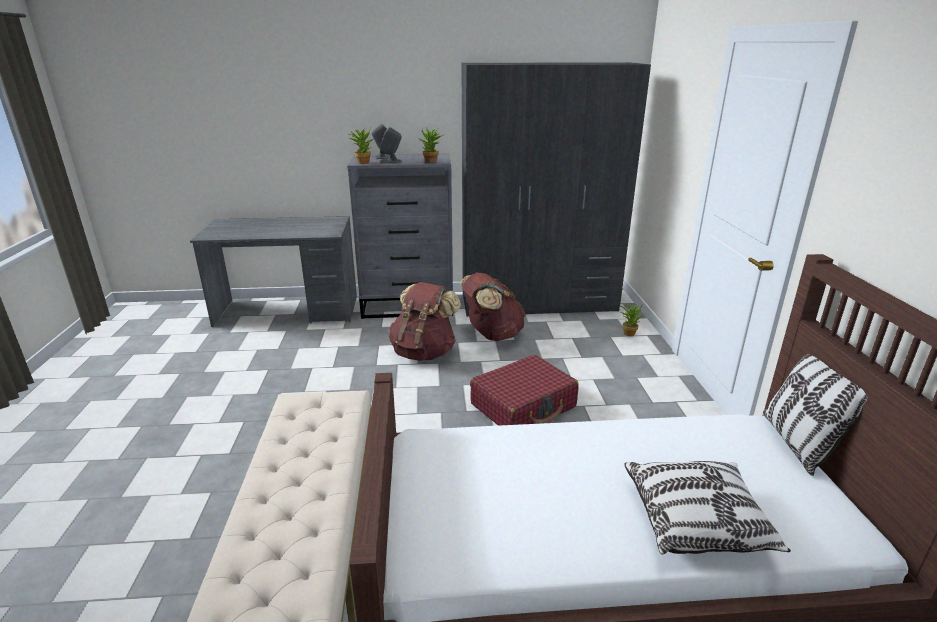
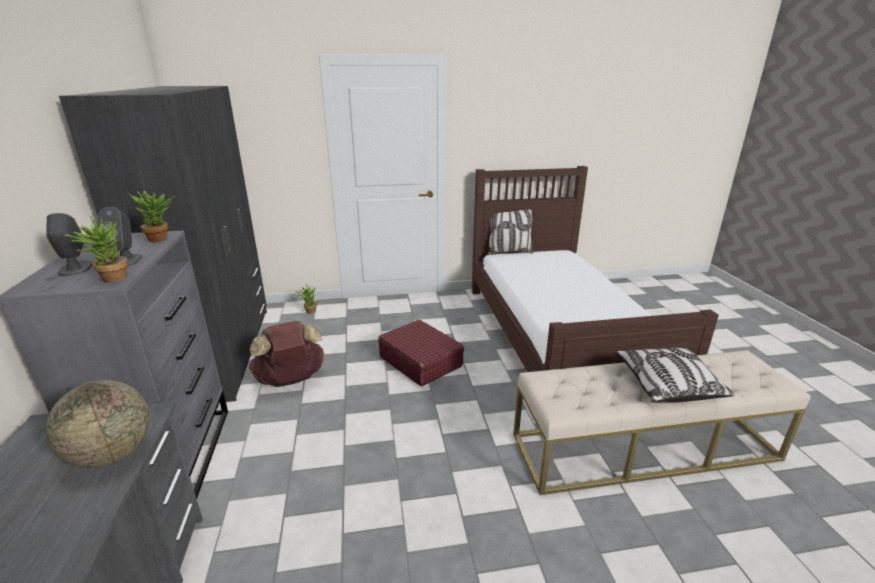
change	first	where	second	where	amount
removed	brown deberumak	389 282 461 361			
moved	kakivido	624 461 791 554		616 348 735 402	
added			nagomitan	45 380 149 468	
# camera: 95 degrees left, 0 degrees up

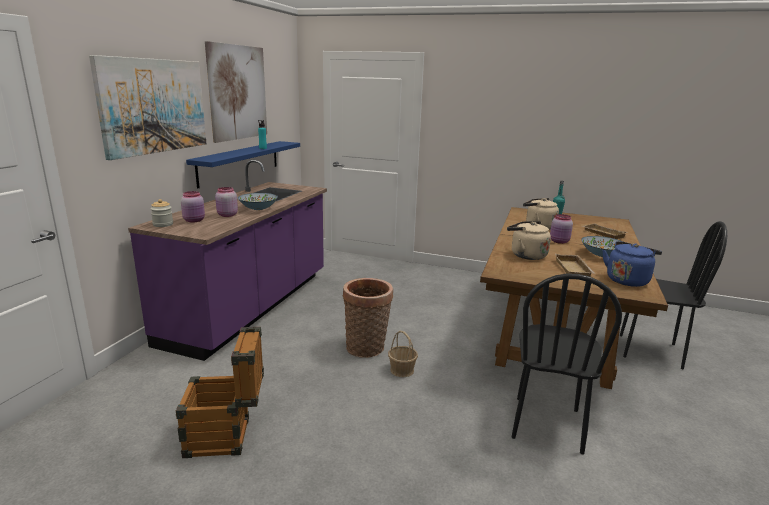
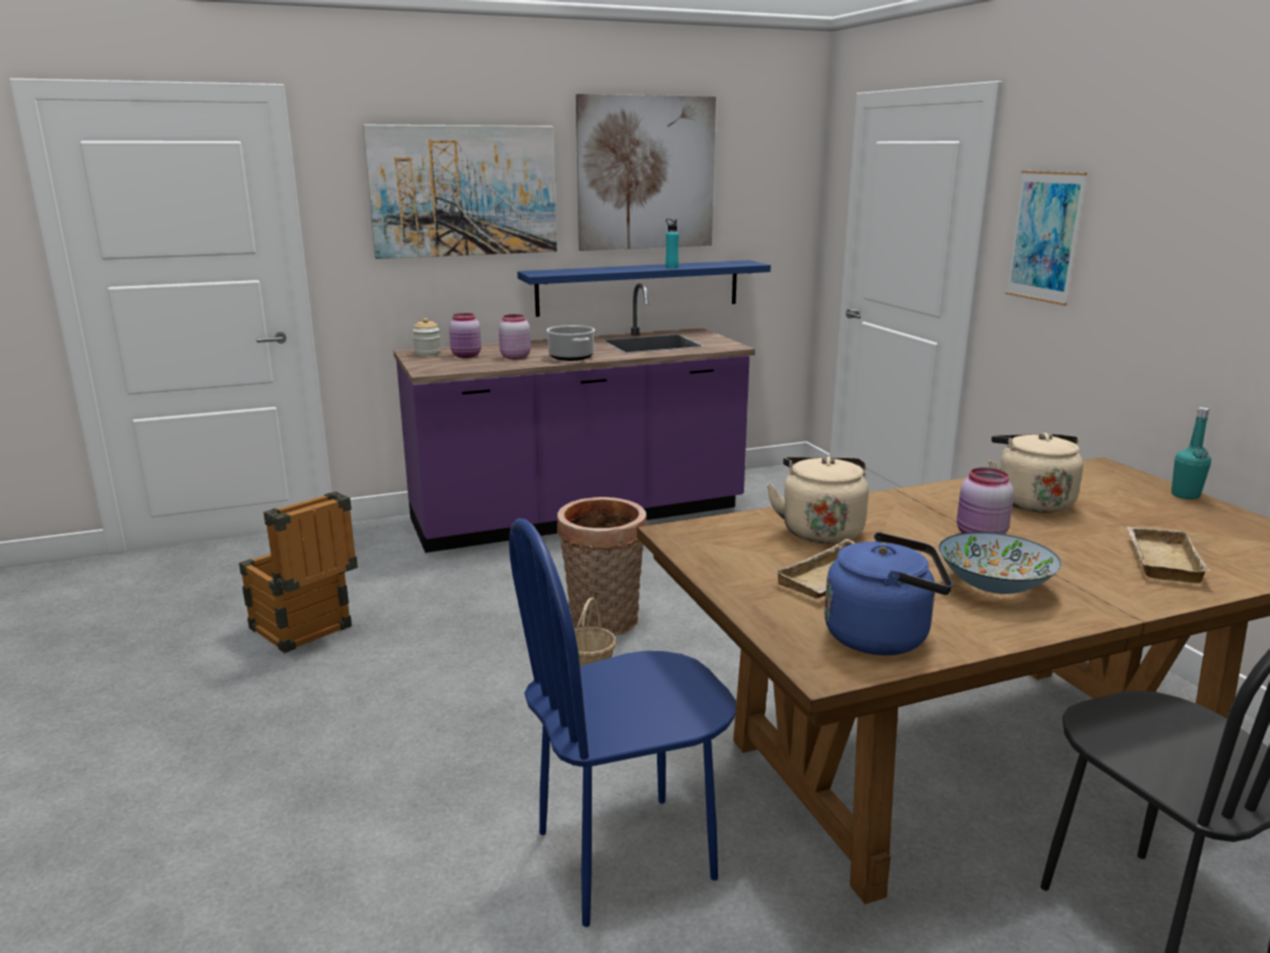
change	first	where	second	where	amount
replaced	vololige	238 193 278 210	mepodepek	546 325 595 361	
recoloured	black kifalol	512 273 622 454	blue kifalol	509 518 736 927	
added			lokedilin	1005 171 1087 306	
# camera: 50 degrees right, 0 degrees up

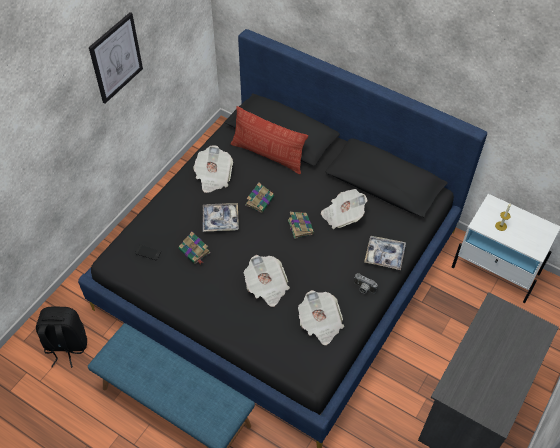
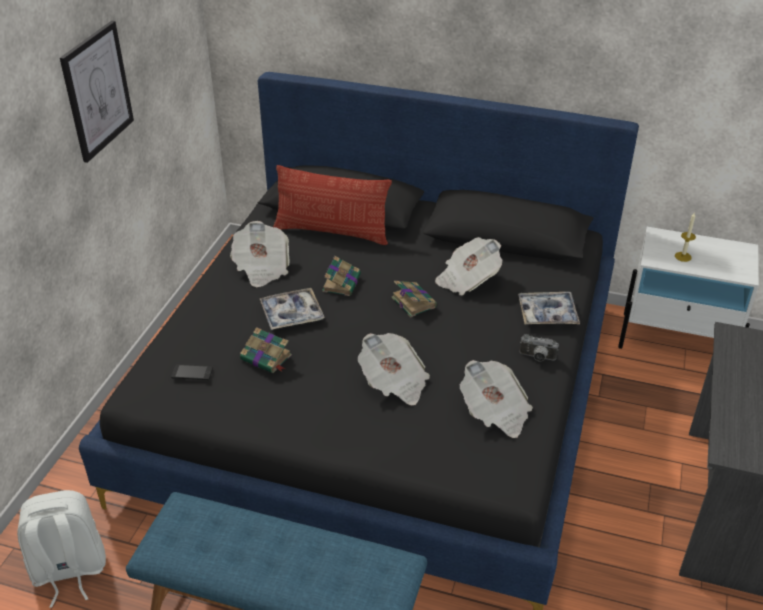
change	first	where	second	where	amount
recoloured	black deberumak	36 307 87 368	white deberumak	17 490 106 608	
# camera: 15 degrees left, 15 degrees down

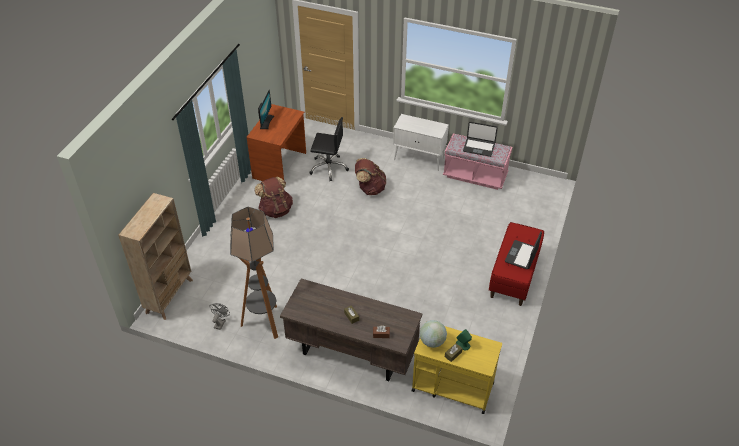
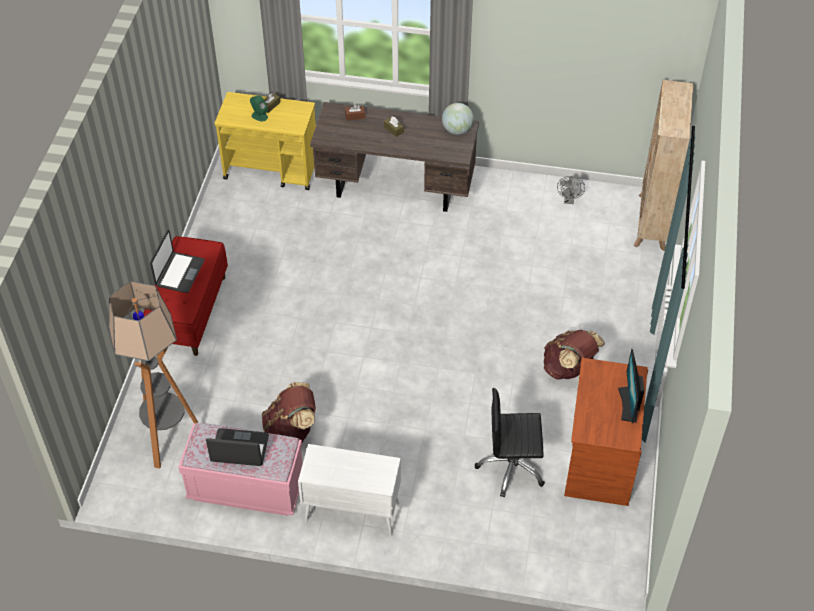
change	first	where	second	where	amount
moved	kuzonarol	230 207 278 339		109 281 199 469	
moved	brown deberumak	355 158 386 195		262 382 316 442	
moved	nagomitan	420 320 447 348		442 103 473 135	
# camera: 170 degrees right, 5 degrees up

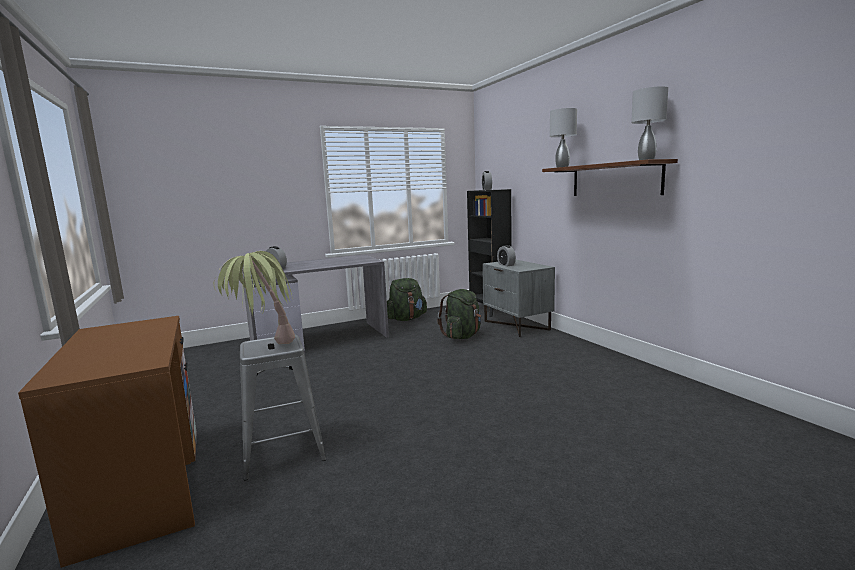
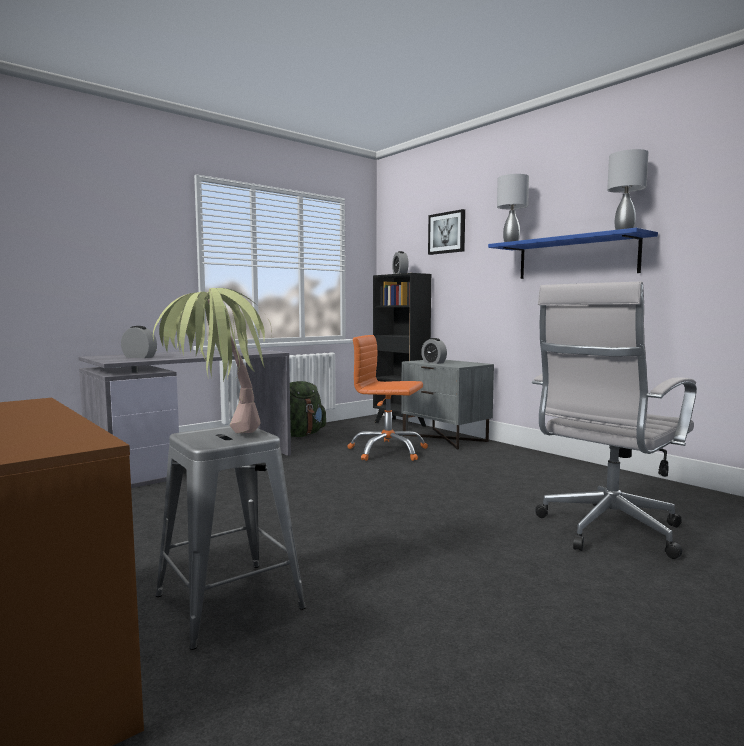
change	first	where	second	where	amount
replaced	green deberumak	437 289 481 339	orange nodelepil	347 335 428 461	
recoloured	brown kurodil	542 159 678 196	blue kurodil	488 228 658 279	
added			lokedilin	428 209 465 255	
added			white nodelepil	532 281 697 559	
# camera: 15 degrees left, 5 degrees down

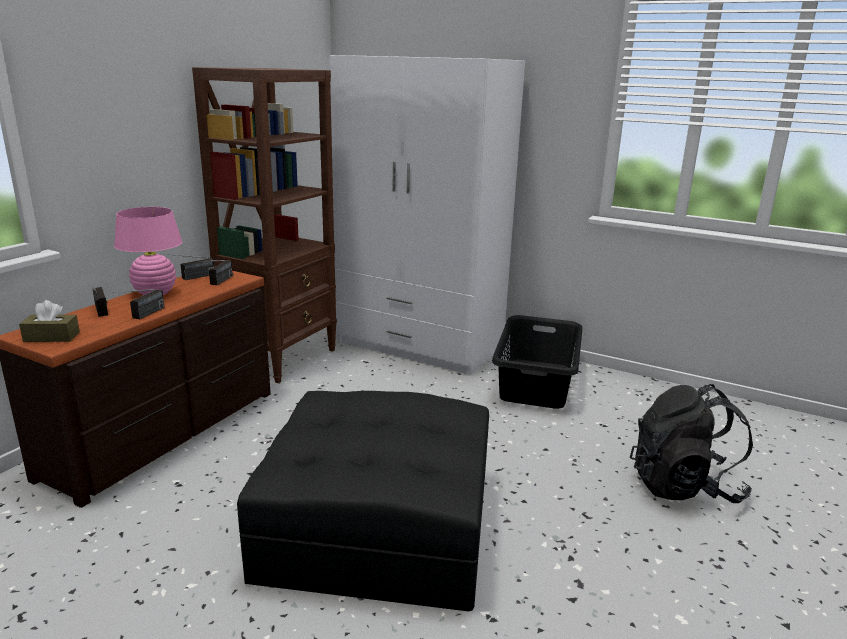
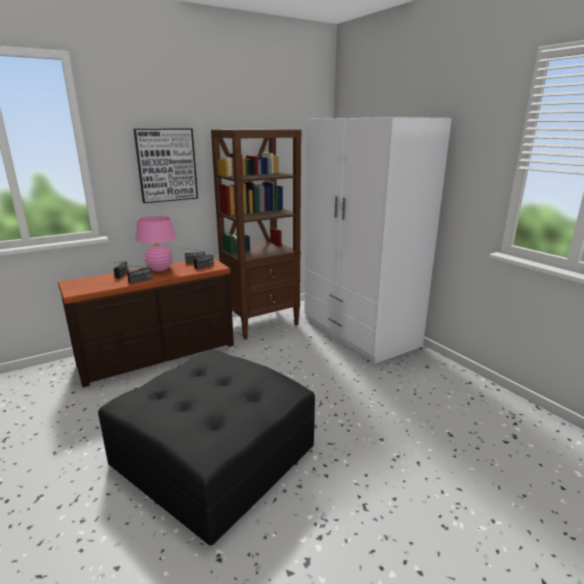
change	first	where	second	where	amount
removed	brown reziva	19 300 80 342			
removed	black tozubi	492 315 582 409			
removed	black deberumak	630 384 753 503			
added			lokedilin	133 128 198 203	
# camera: 30 degrees right, 0 degrees up

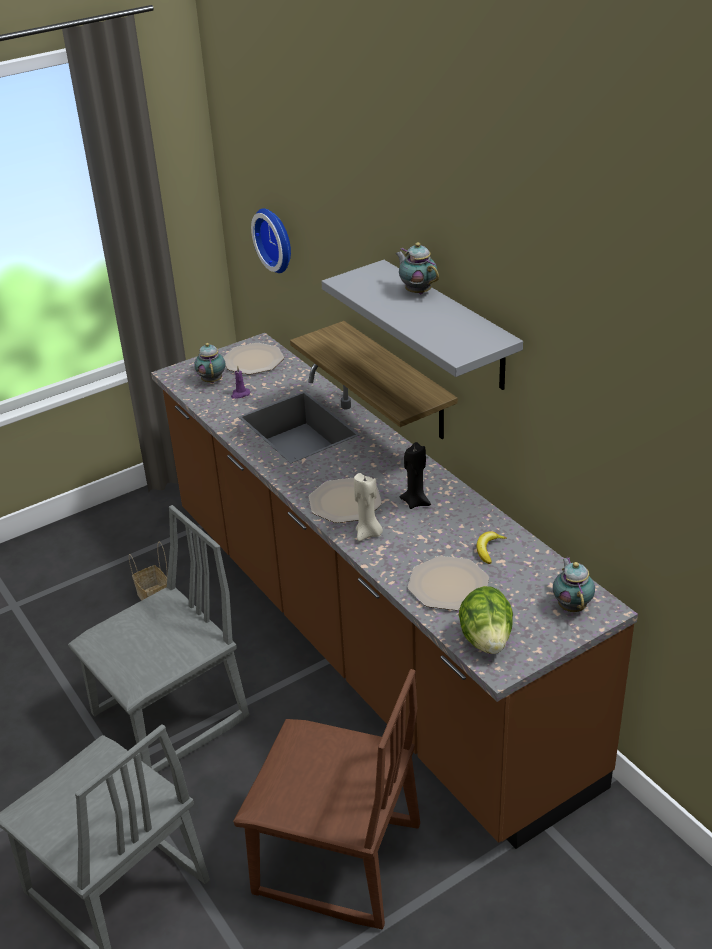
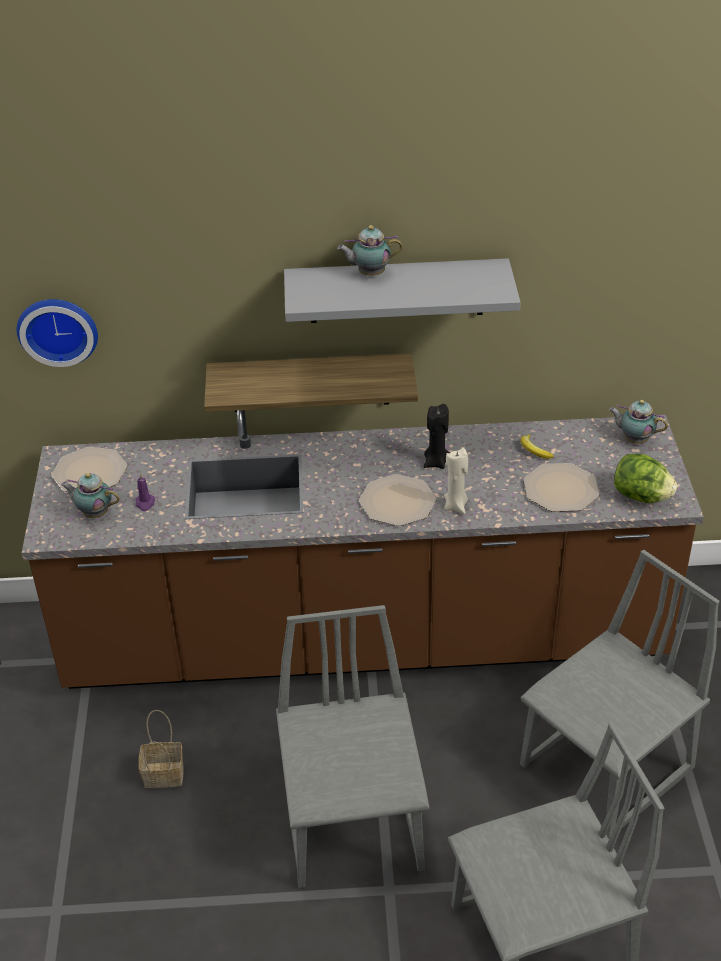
change	first	where	second	where	amount
recoloured	brown kifalol	233 669 420 930	grey kifalol	520 550 719 839	
# camera: 60 degrees left, 5 degrees up

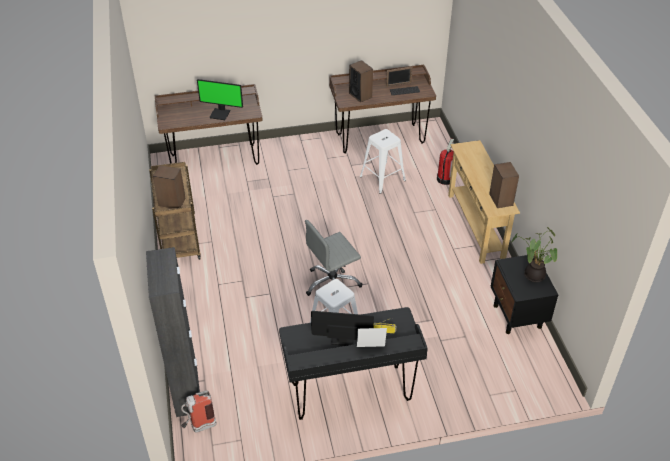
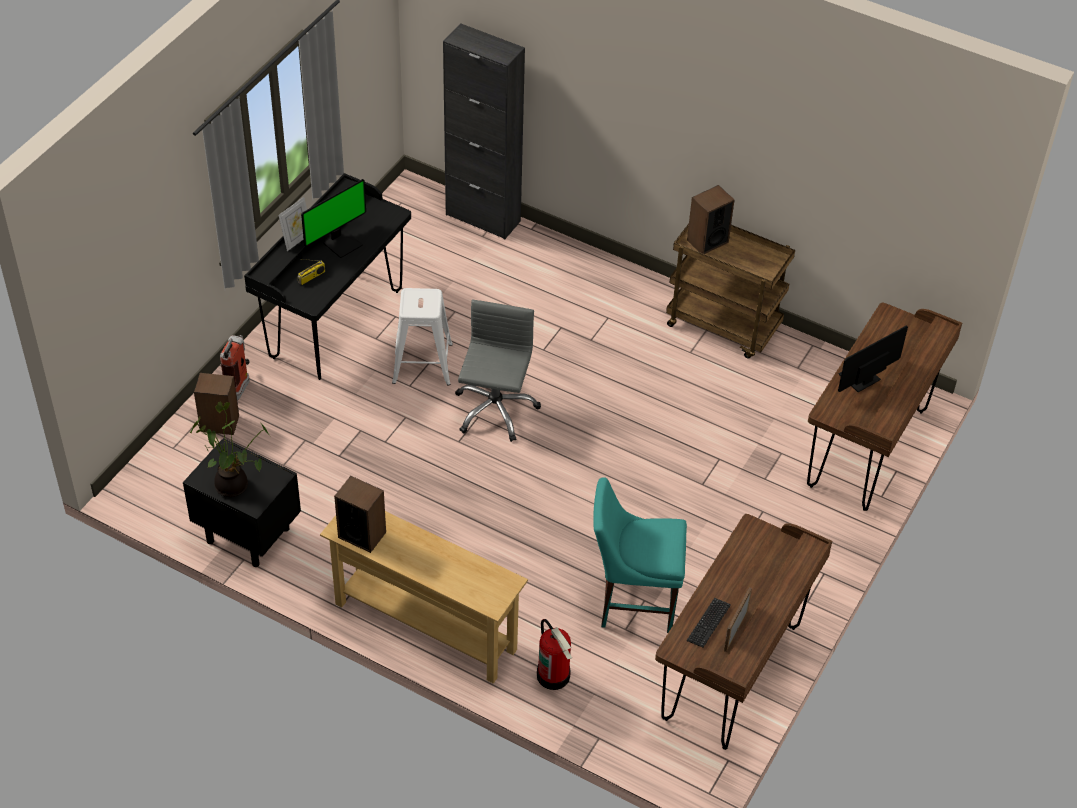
change	first	where	second	where	amount
moved	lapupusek	181 390 217 433		220 335 250 400	
moved	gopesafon	349 60 373 102		194 373 239 435	
replaced	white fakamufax	360 129 406 194	turquoise kifalol	593 478 687 633	
# camera: 130 degrees right, 5 degrees up

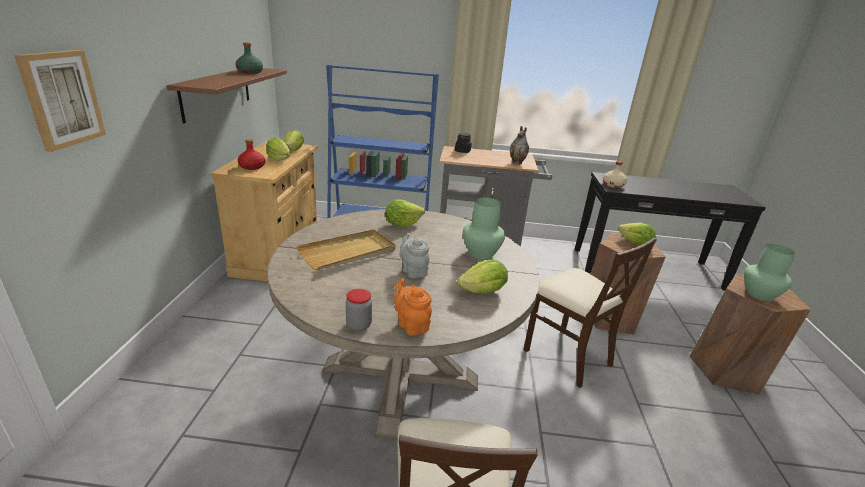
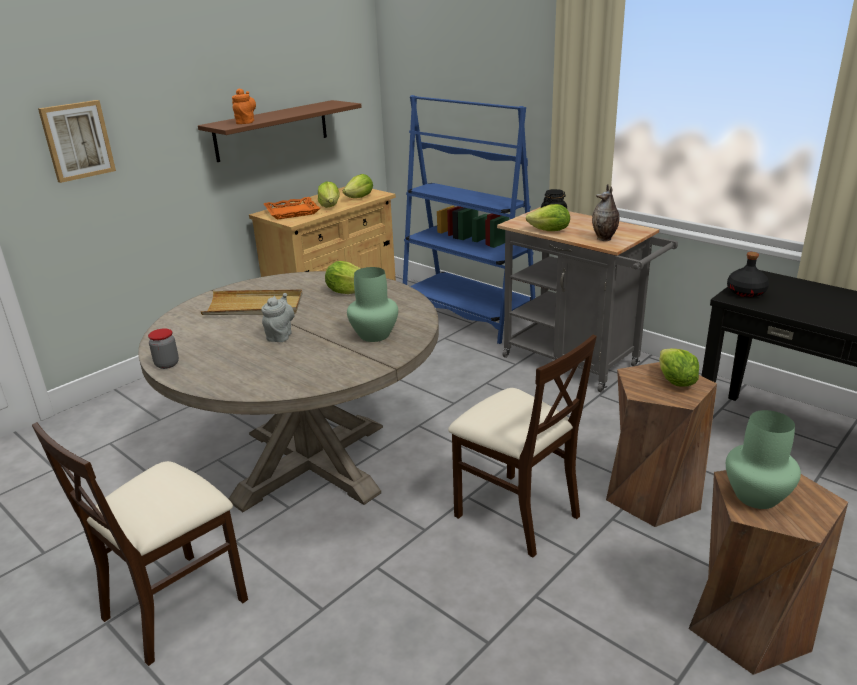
change	first	where	second	where	amount
removed	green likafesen	236 43 263 74			
replaced	red likafesen	238 139 265 170	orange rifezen	264 197 320 220	
moved	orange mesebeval	394 278 432 336		232 89 256 124	
moved	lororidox	457 260 508 293		526 204 570 231	
turned	beige kifalol	524 237 657 388		448 334 597 557	45 degrees counterclockwise
recoloured	beige likafesen	603 161 627 188	black likafesen	727 252 769 297	
# camera: 40 degrees right, 0 degrees up

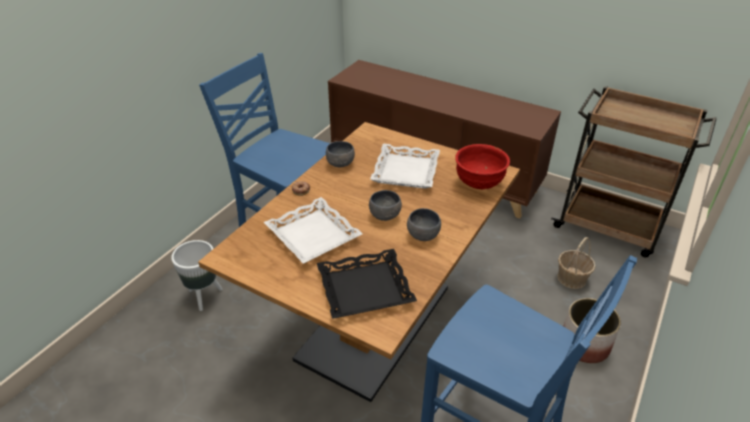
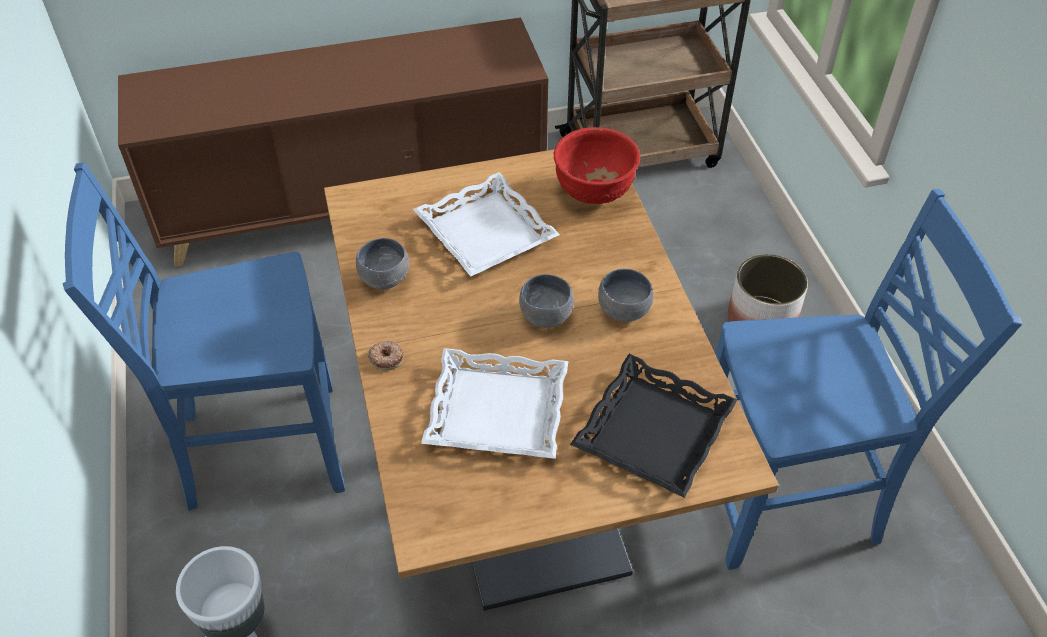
change	first	where	second	where	amount
removed	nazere	557 237 595 289			
# camera: 45 degrees left, 10 degrees up

